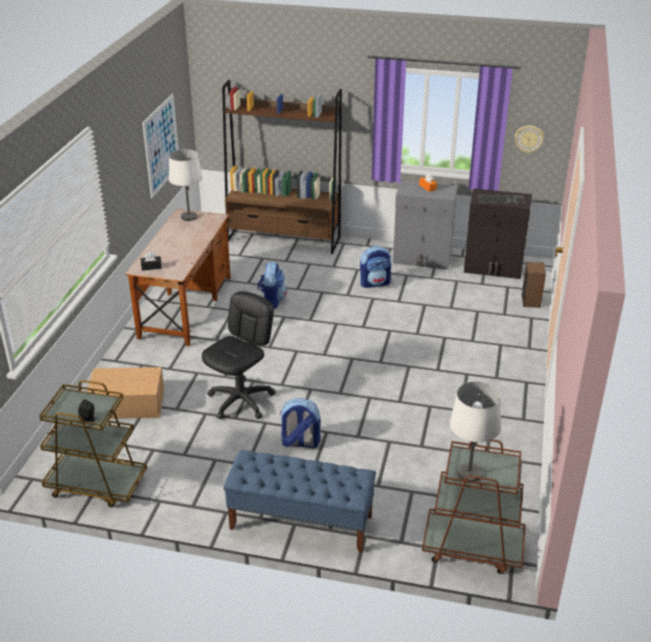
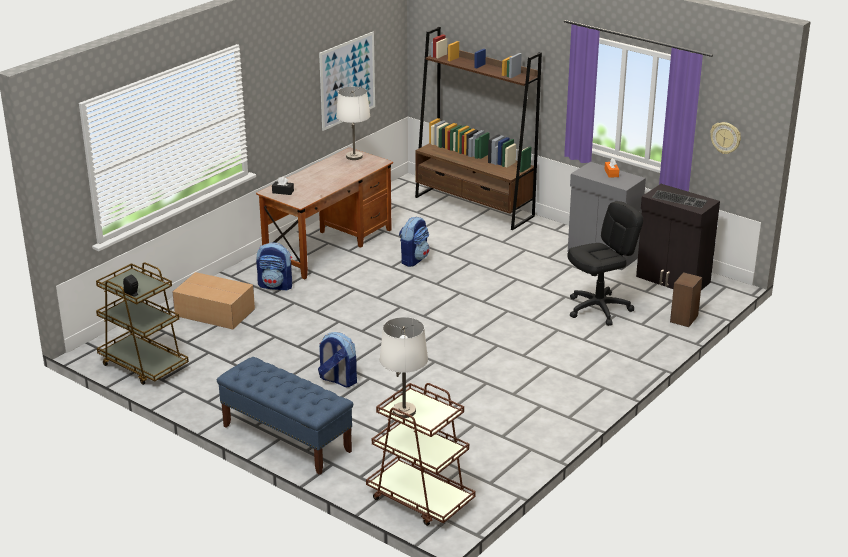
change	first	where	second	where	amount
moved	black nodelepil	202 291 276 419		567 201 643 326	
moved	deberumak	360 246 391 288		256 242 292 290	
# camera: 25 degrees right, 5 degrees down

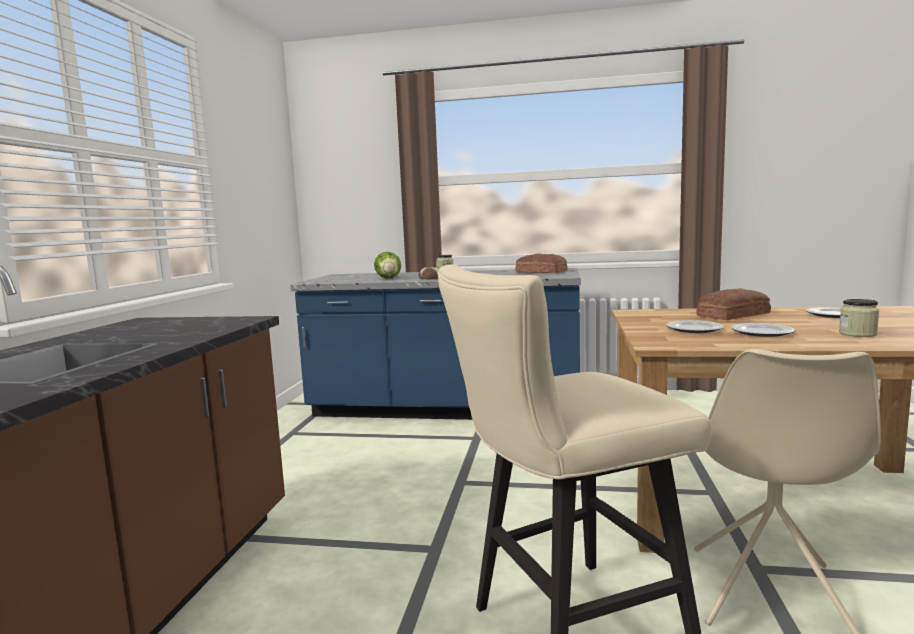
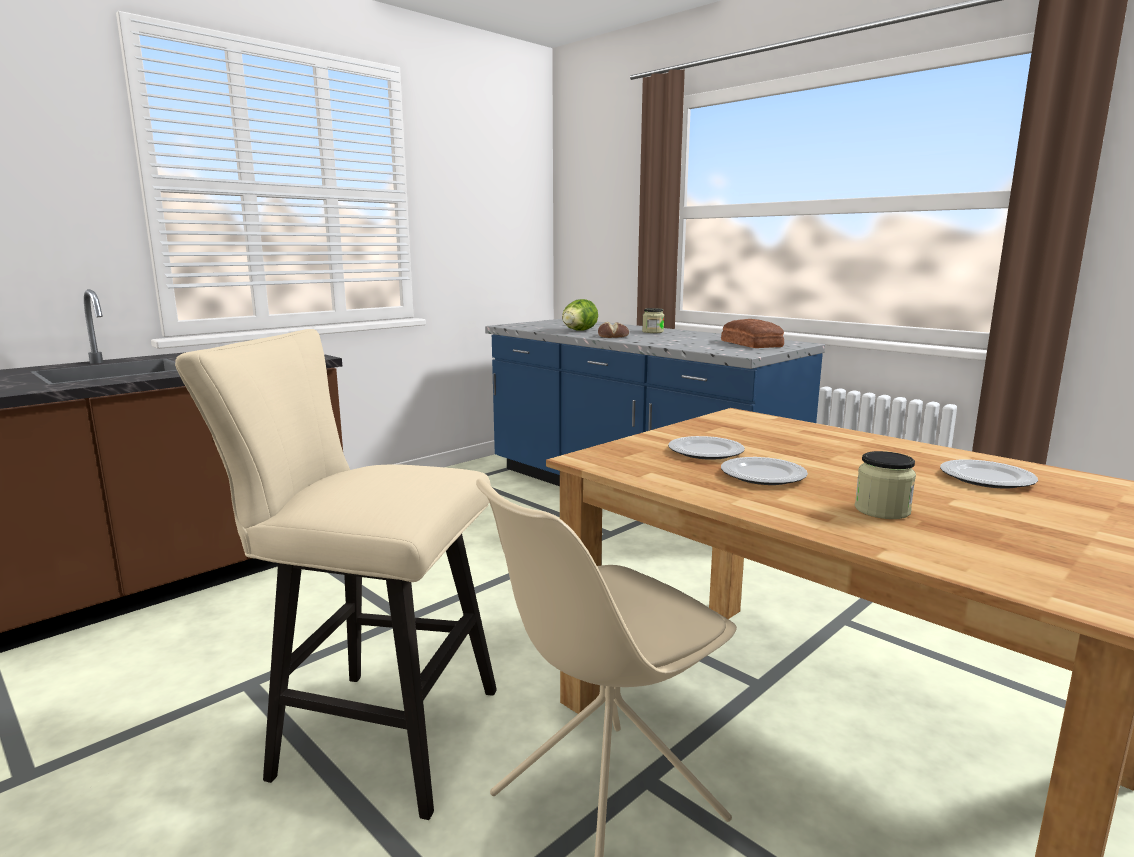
change	first	where	second	where	amount
removed	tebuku	696 288 771 320			
# camera: 35 degrees right, 5 degrees up

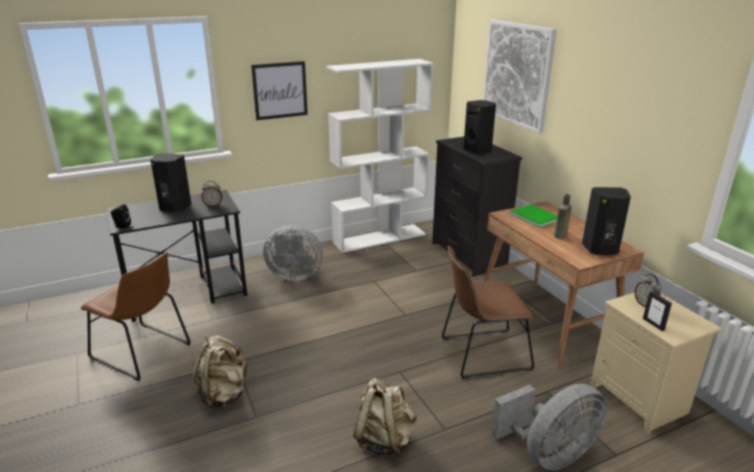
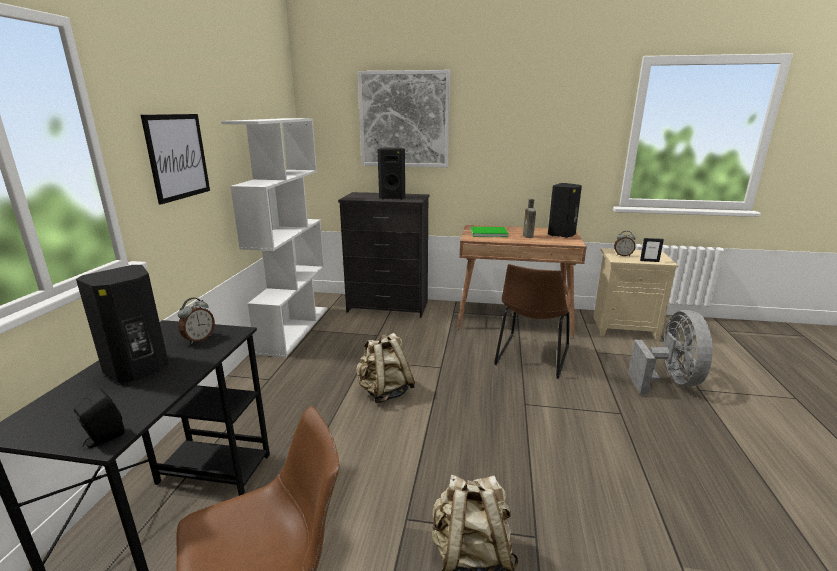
change	first	where	second	where	amount
removed	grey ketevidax	263 225 323 281			
moved	beige deberumak	353 378 416 457		356 333 415 403	
# camera: 55 degrees left, 5 degrees down

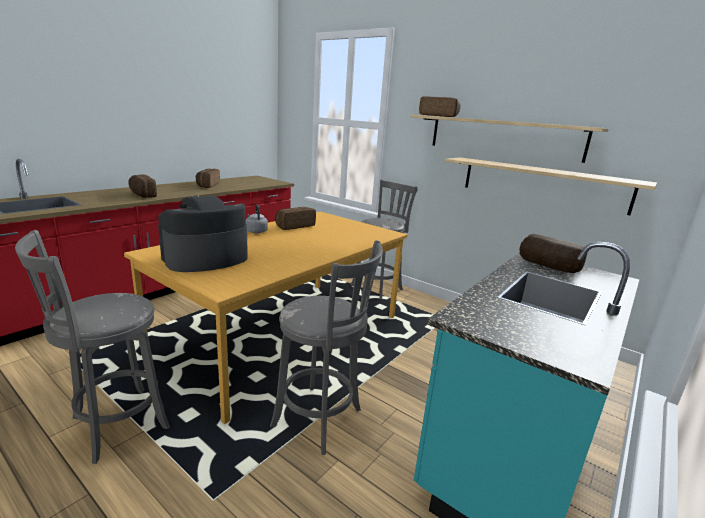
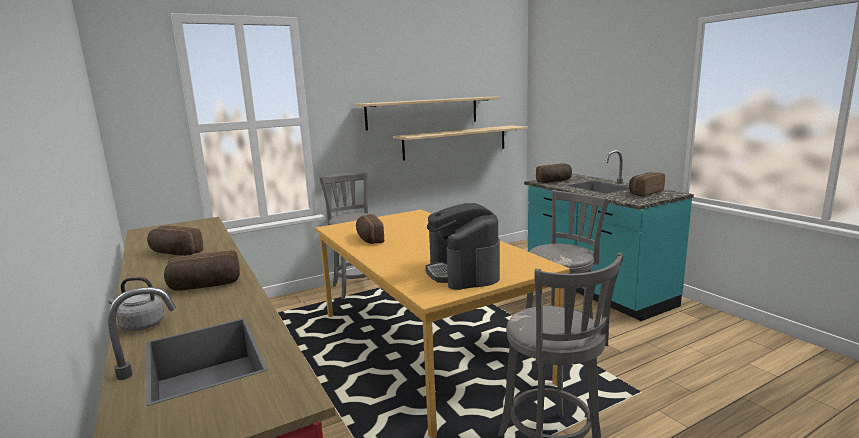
change	first	where	second	where	amount
moved	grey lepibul	246 204 268 233		108 277 165 331	
moved	tebuku	419 96 461 117		629 172 665 196	
# camera: 65 degrees left, 5 degrees down

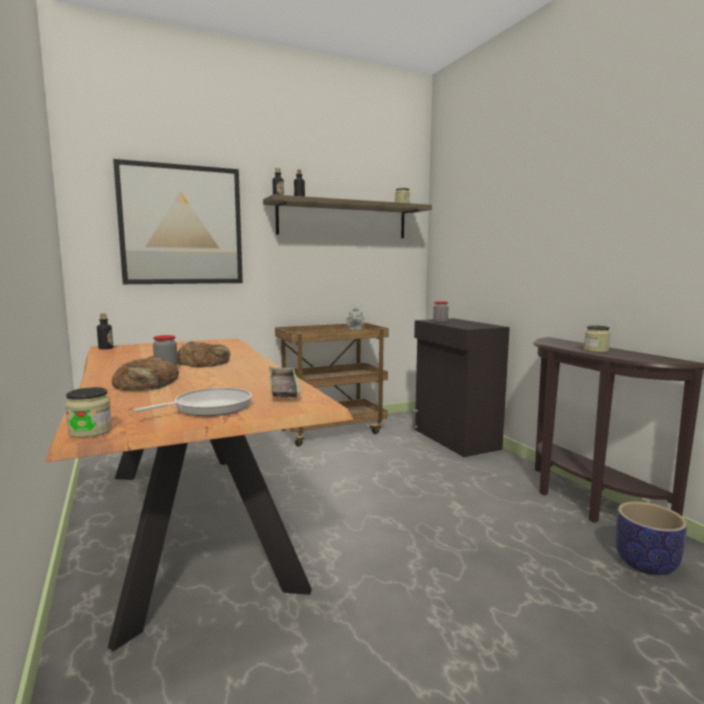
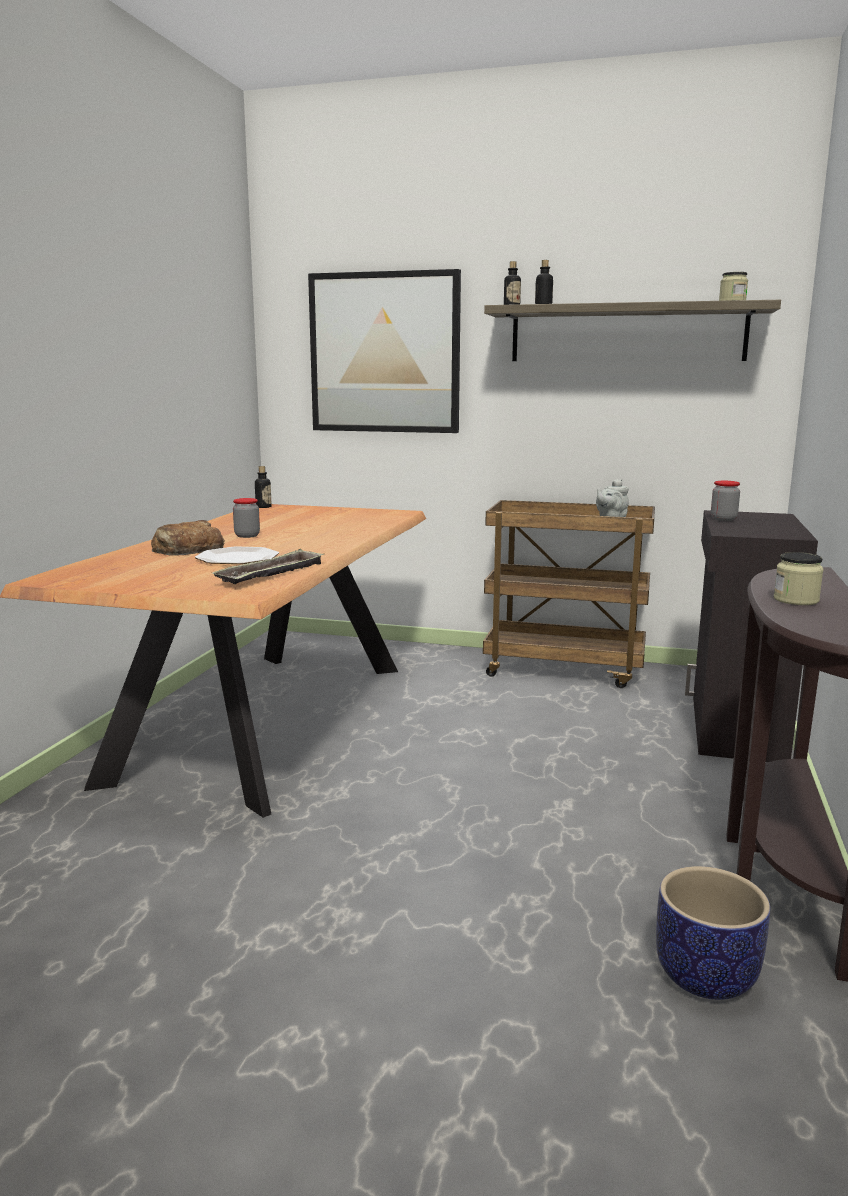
change	first	where	second	where	amount
removed	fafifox	65 387 112 438			
removed	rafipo	134 388 252 416			
removed	tebuku	177 341 230 368			
added			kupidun	195 547 279 564	
# camera: 40 degrees right, 5 degrees up

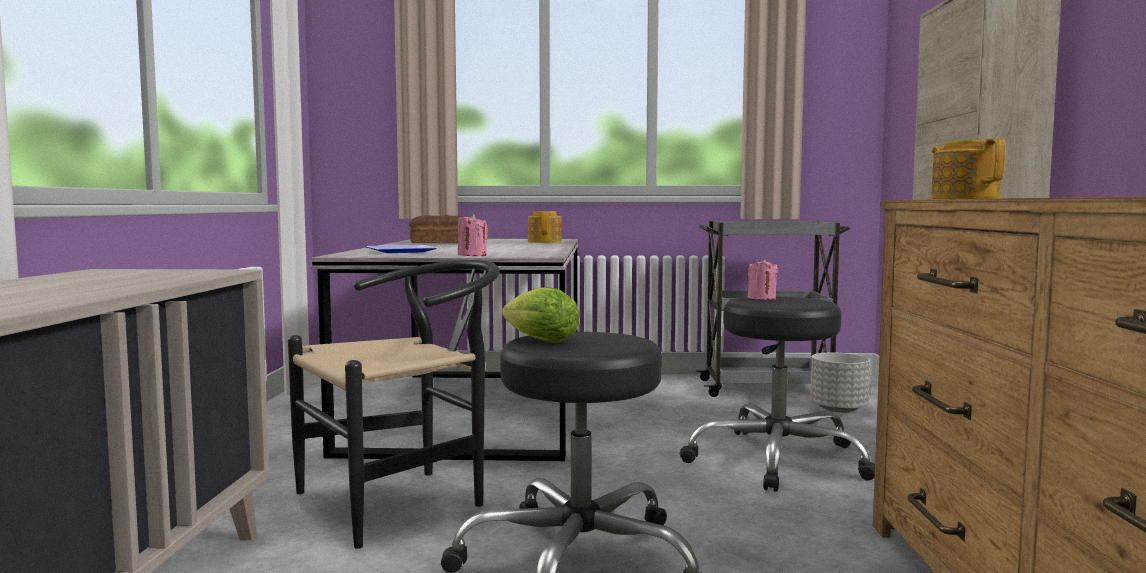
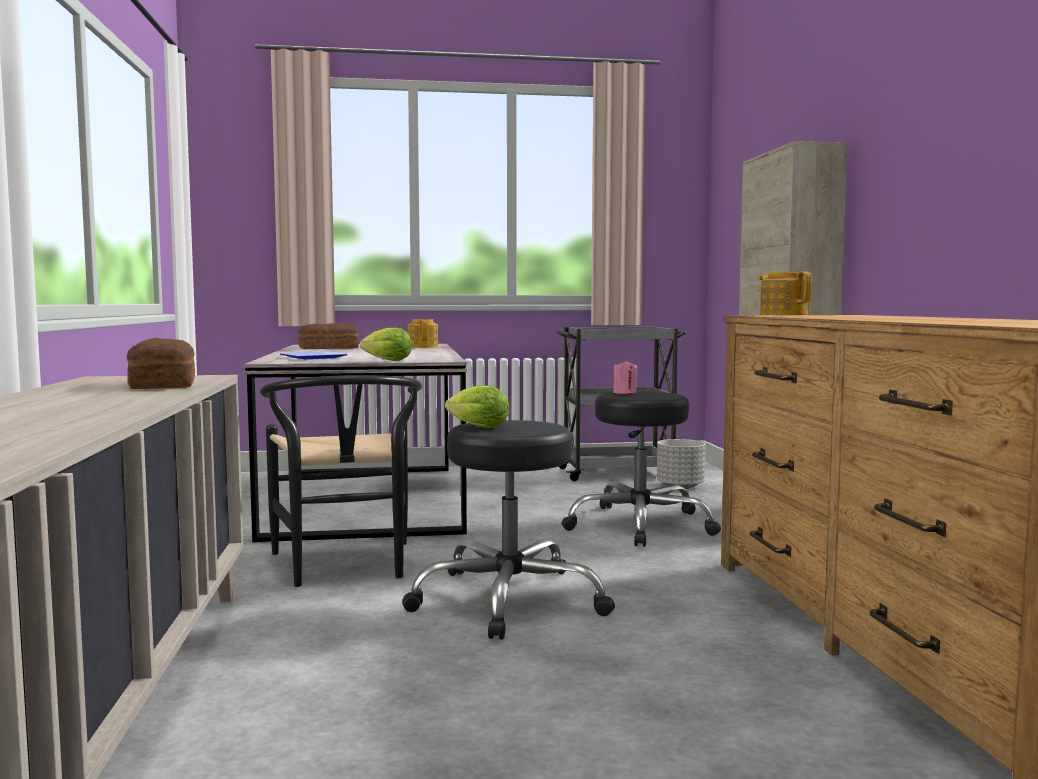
change	first	where	second	where	amount
turned	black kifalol	288 260 500 549		260 375 422 587	120 degrees clockwise
replaced	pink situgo	458 214 488 256	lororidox	360 328 412 361	
added			tebuku	127 338 195 389	
# camera: 10 degrees left, 0 degrees up

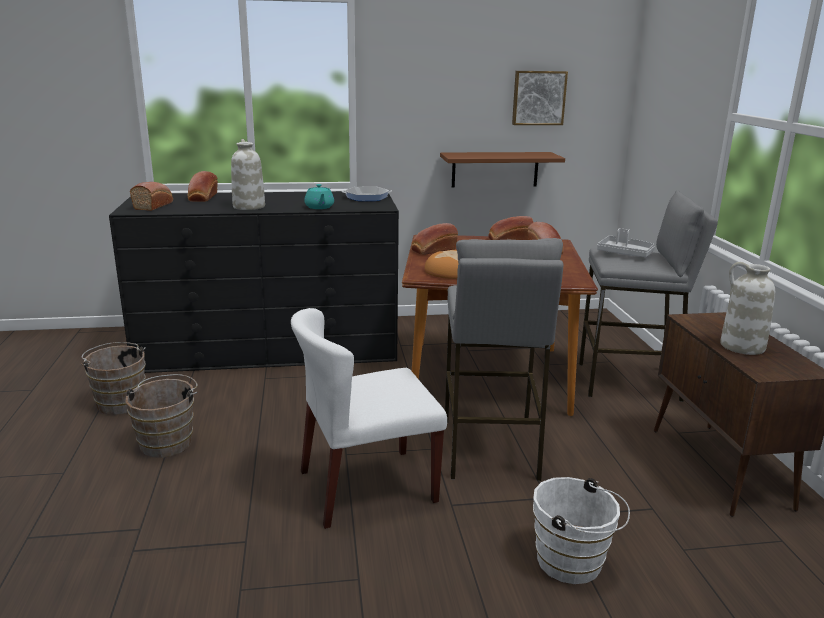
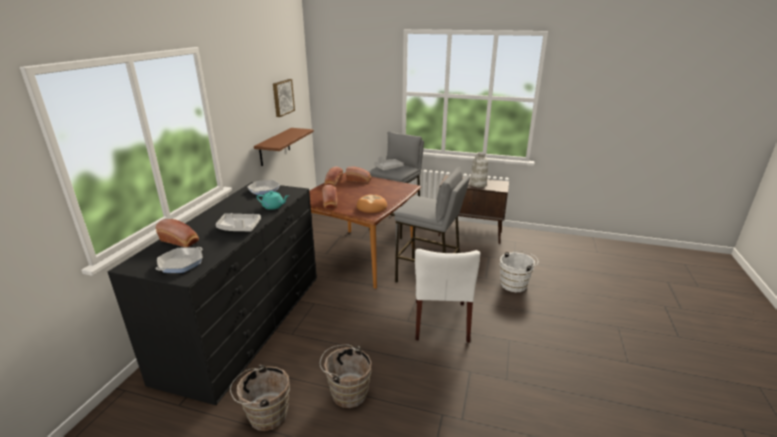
change	first	where	second	where	amount
replaced	tebuku	130 182 173 211	rafipo	156 247 202 273	
replaced	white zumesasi	231 139 265 210	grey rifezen	216 213 261 231	
# camera: 65 degrees left, 5 degrees up

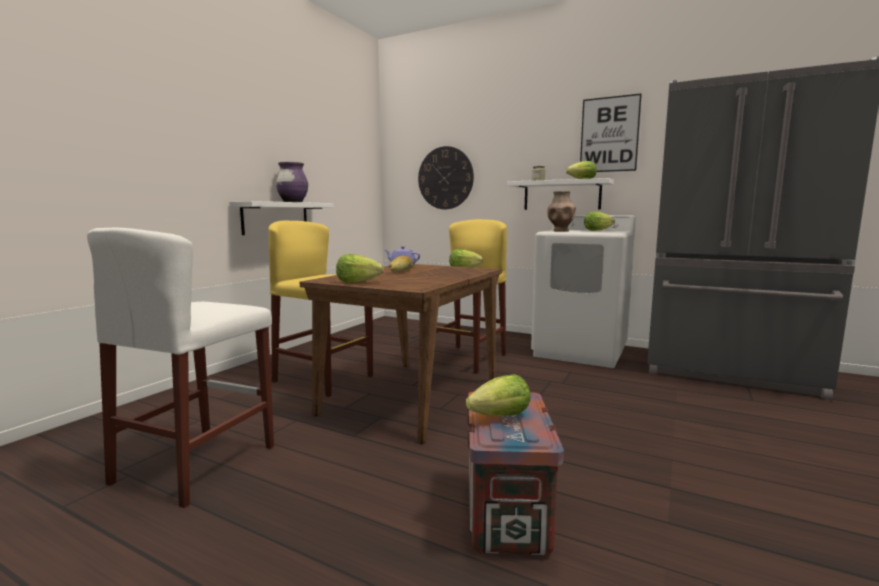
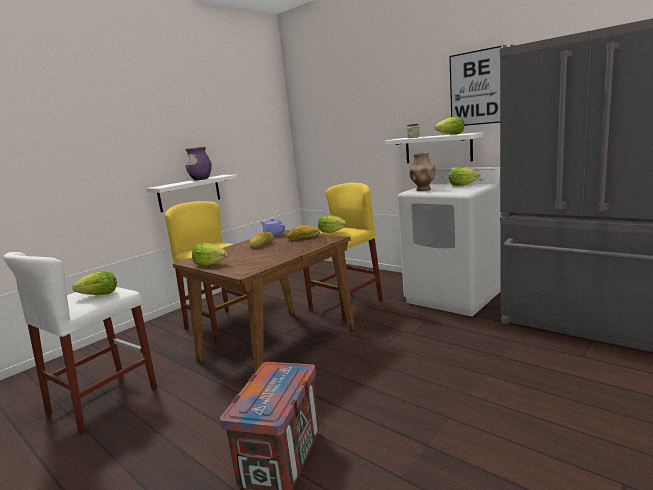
change	first	where	second	where	amount
removed	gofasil	418 146 474 209			
moved	lororidox	466 374 530 416		72 271 117 295	
added			tebuku	288 224 320 240	
# camera: 15 degrees right, 5 degrees up

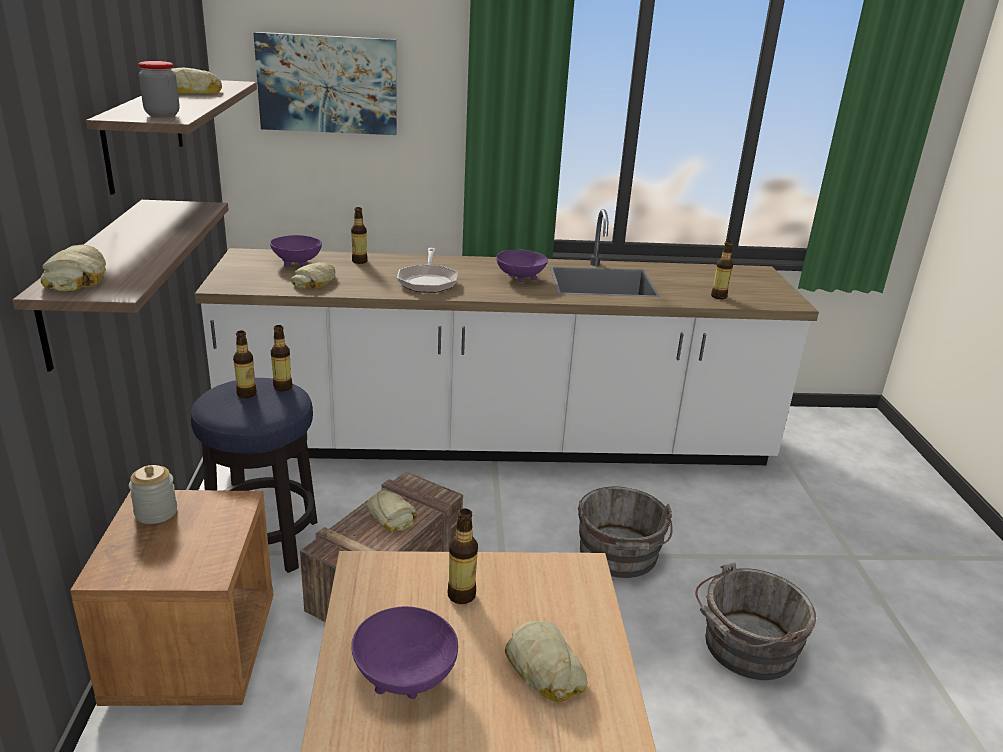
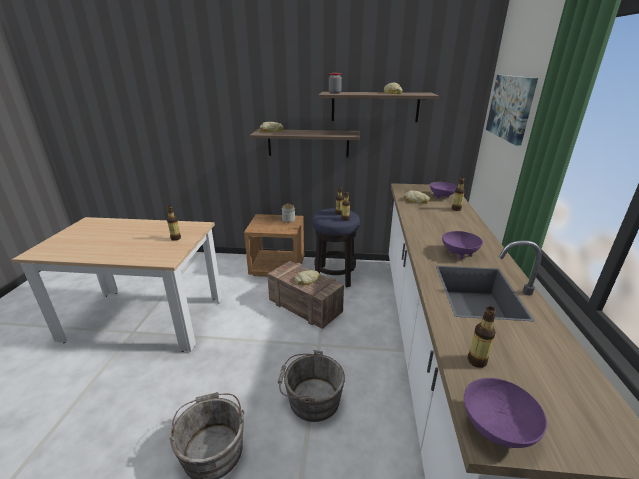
change	first	where	second	where	amount
moved	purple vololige	351 606 458 699		464 378 547 448	
removed	rafipo	397 248 457 293			
removed	tebuku	505 621 588 703			
# camera: 100 degrees right, 0 degrees up

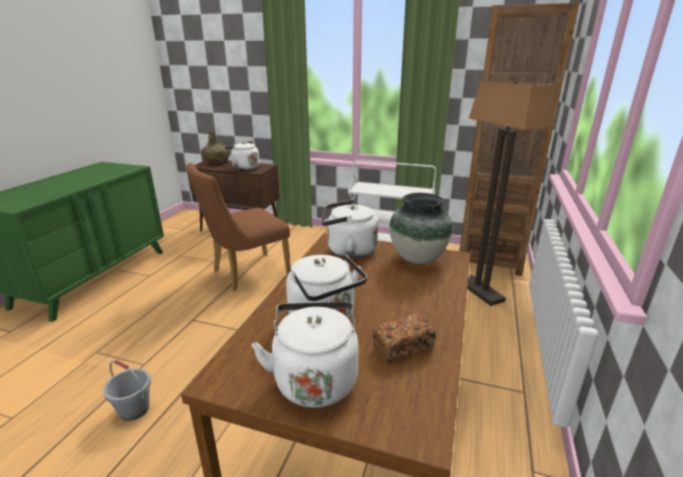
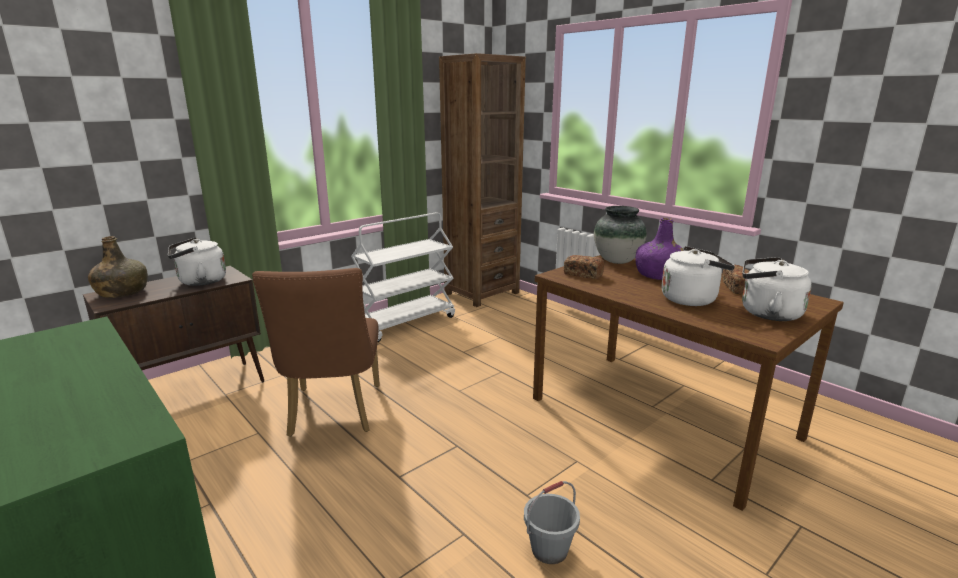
change	first	where	second	where	amount
replaced	white lepibul	321 200 378 258	tebuku	564 255 604 279	
removed	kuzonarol	467 80 555 306			
added			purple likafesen	636 218 684 280	
# camera: 60 degrees left, 5 degrees down

